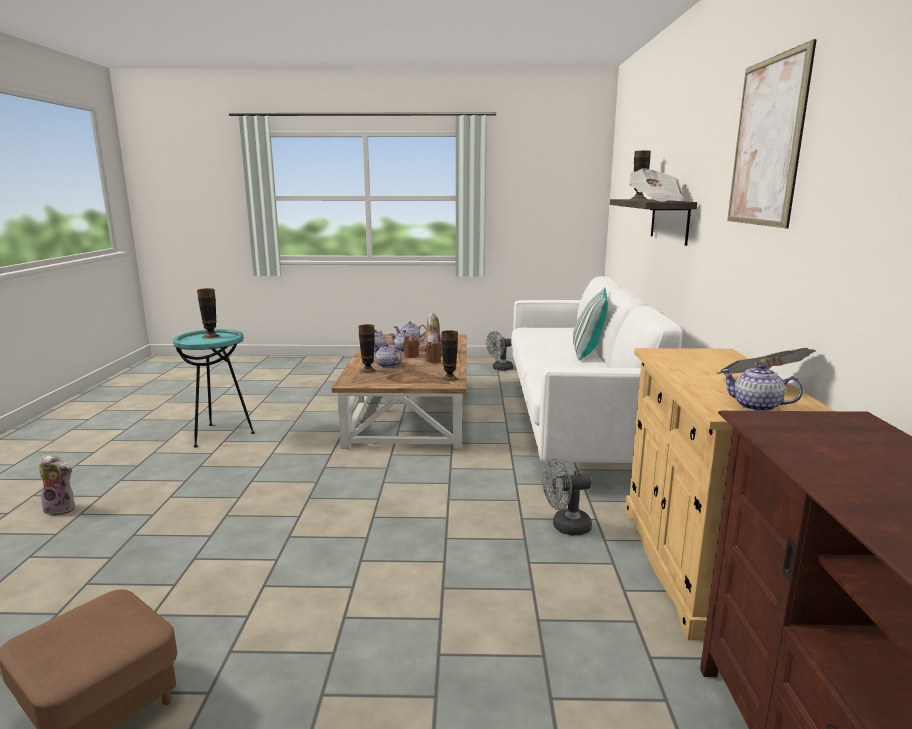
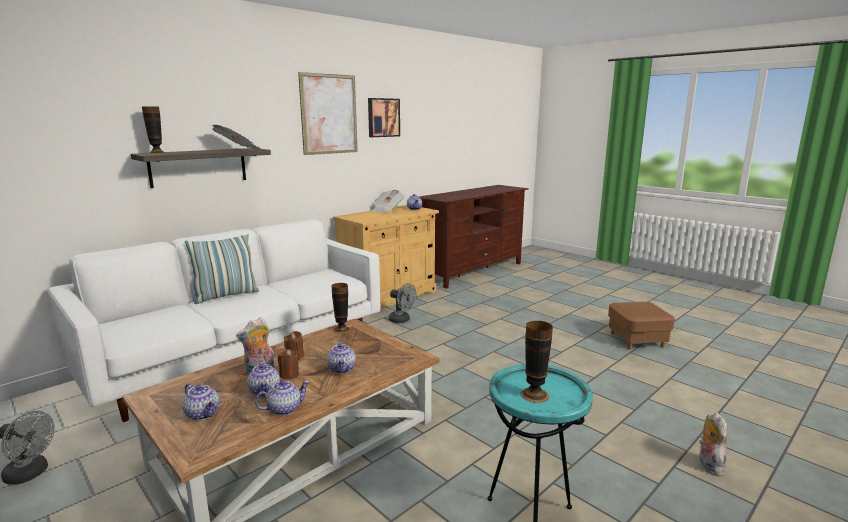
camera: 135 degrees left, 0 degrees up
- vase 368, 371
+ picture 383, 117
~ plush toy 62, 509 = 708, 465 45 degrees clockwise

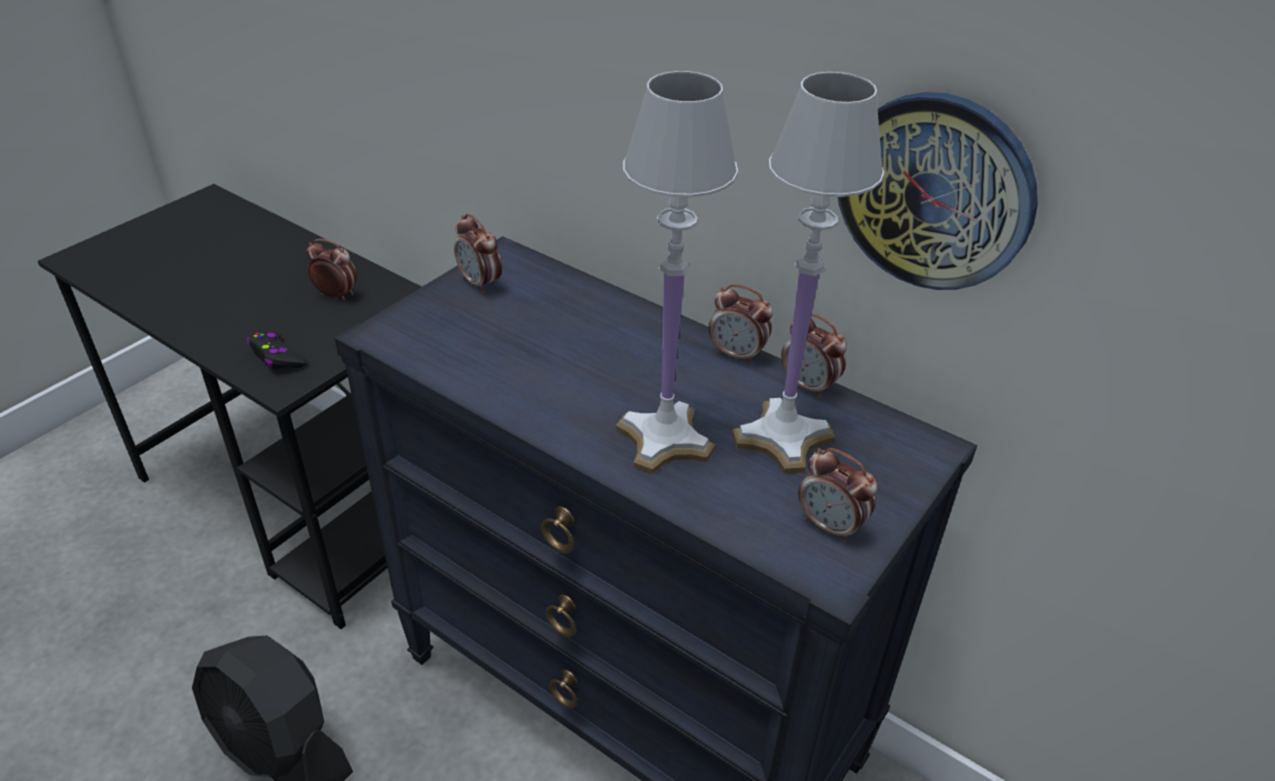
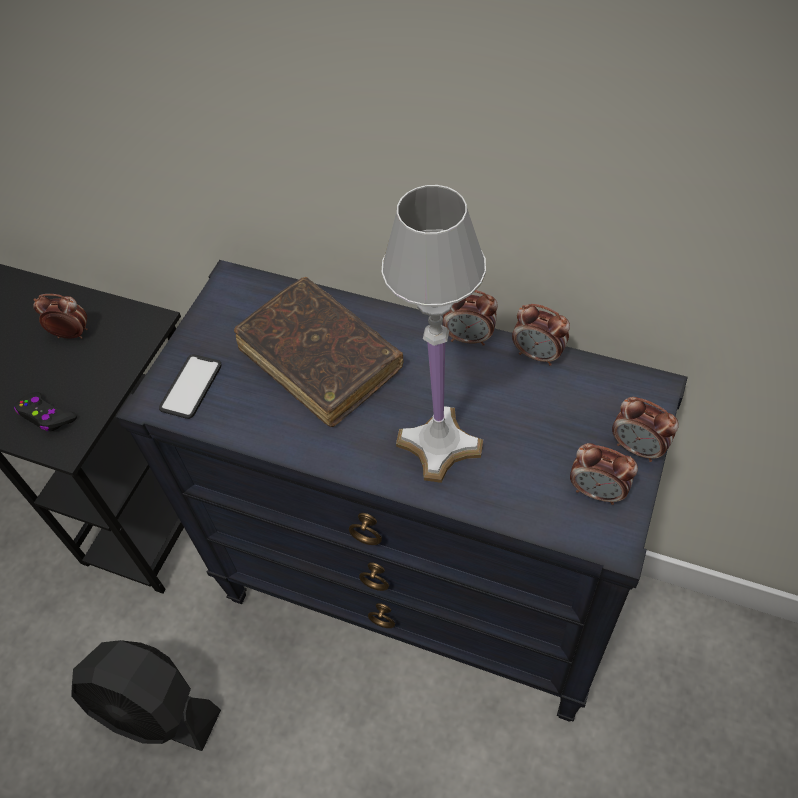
camera: 10 degrees left, 15 degrees up
- white table lamp 784, 438
- wall clock 934, 192
+ phone 191, 387
+ brown book 320, 360
~ alarm clock 480, 283 to 638, 448

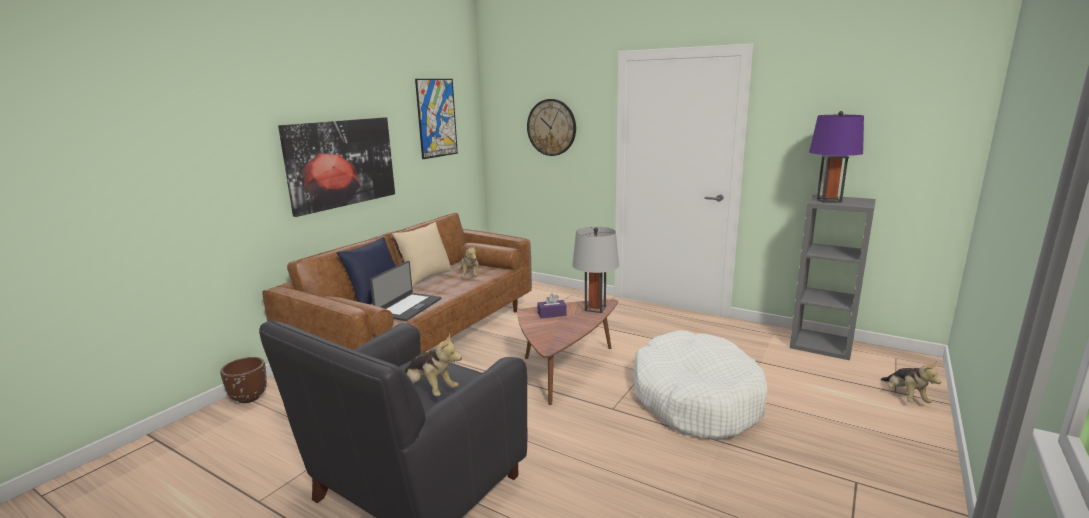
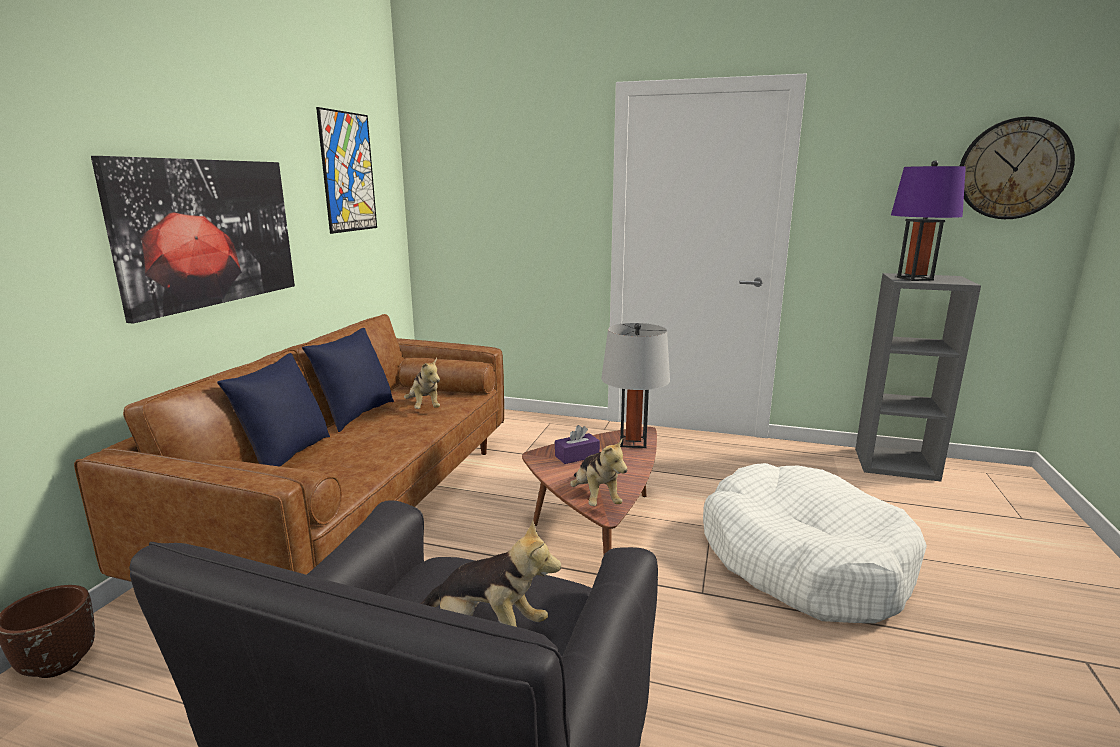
camera: 15 degrees left, 0 degrees up
- laptop 408, 307
~ wall clock 551, 127 to 1013, 169
~ plush toy 905, 397 to 596, 498
~ beige pillow 425, 278 to blue pillow 355, 415

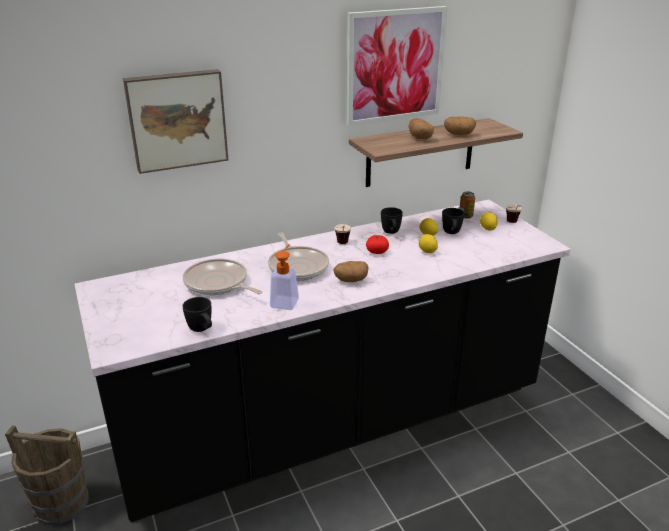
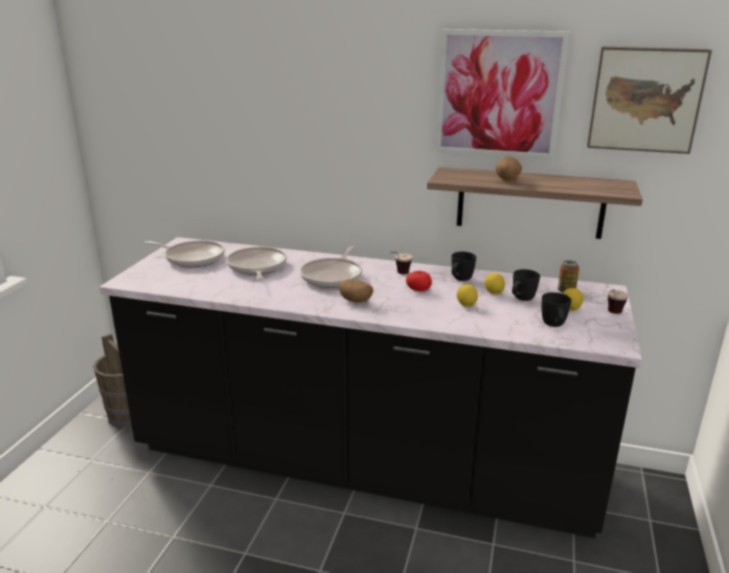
camera: 40 degrees right, 5 degrees down
- soap dispenser 286, 300
- potato 458, 134
+ frying pan 192, 258
~ picture 177, 120 to 645, 99
~ black mug 202, 330 to 554, 326

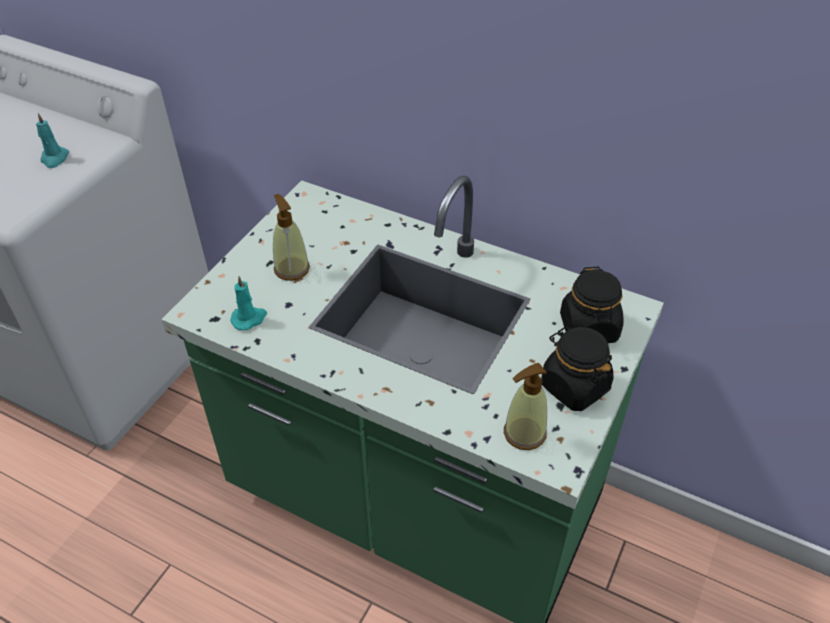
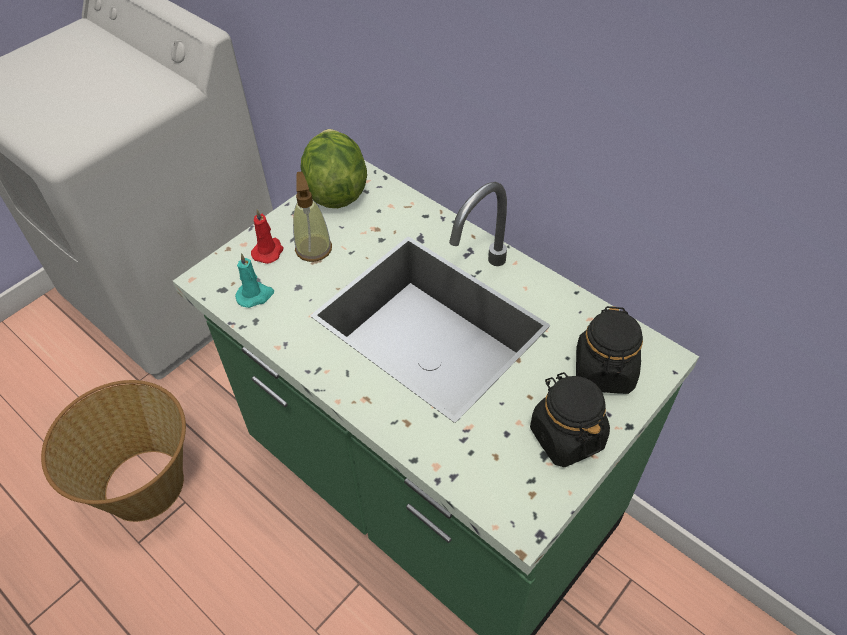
camera: 15 degrees right, 5 degrees up
- turquoise candle 54, 158
- soap dispenser 524, 433
+ basket 144, 483
+ red candle 268, 251
+ lettuce 336, 190

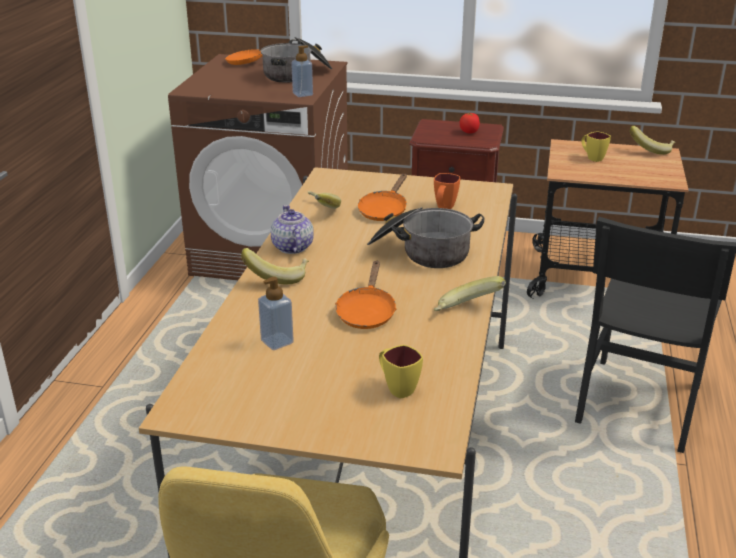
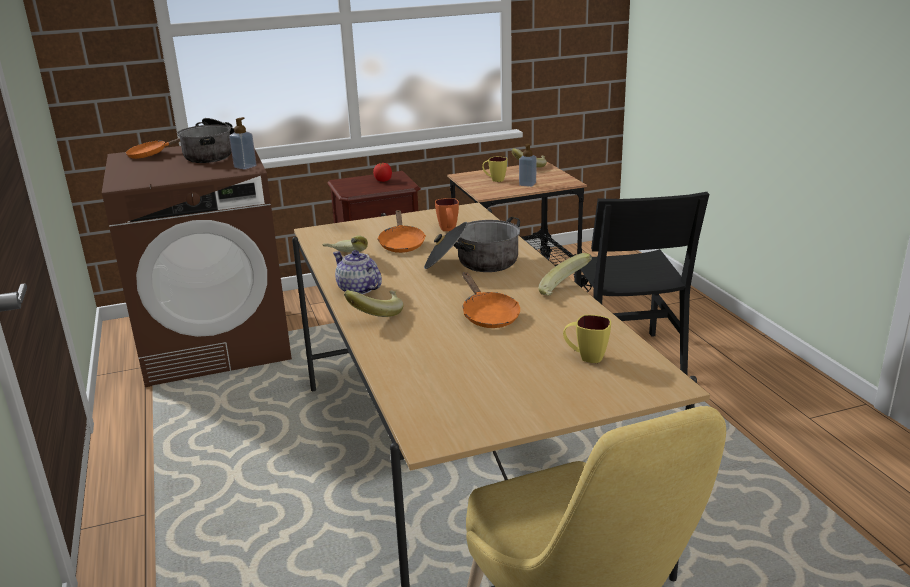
camera: 30 degrees left, 5 degrees down
~ soap dispenser 277, 341 to 527, 184

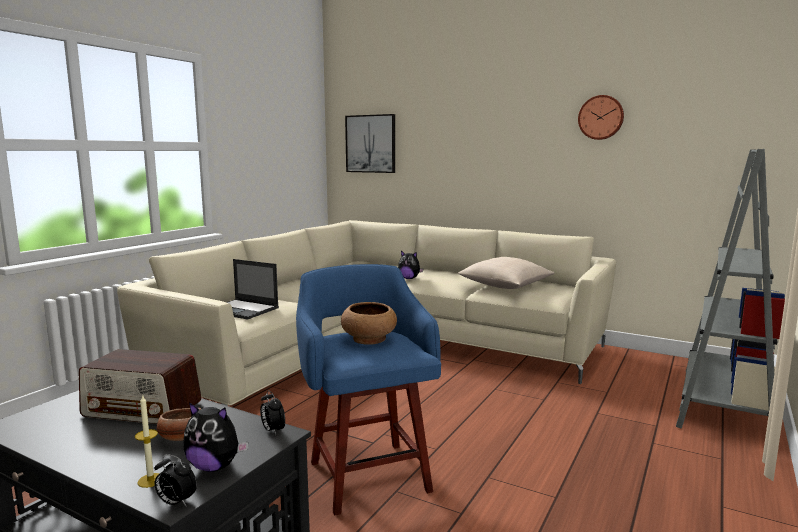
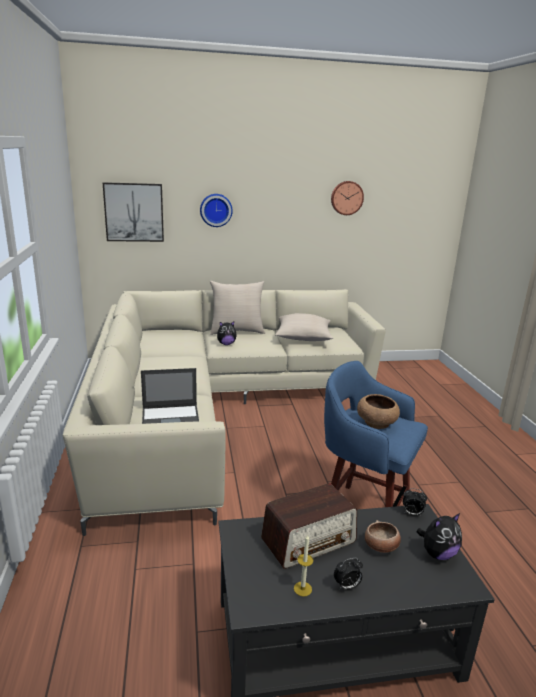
camera: 40 degrees left, 10 degrees up
- grey bookcase 724, 404
+ wall clock 216, 210
+ beige pillow 237, 331
~ candle 150, 480 to 302, 589
~ alarm clock 176, 502 to 347, 586

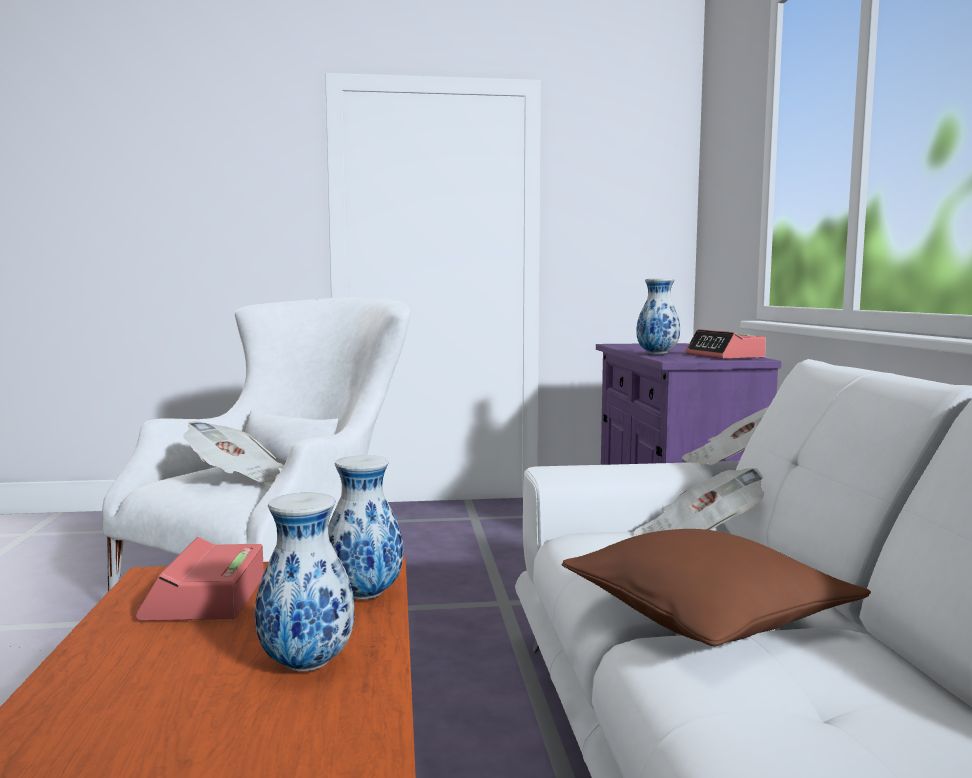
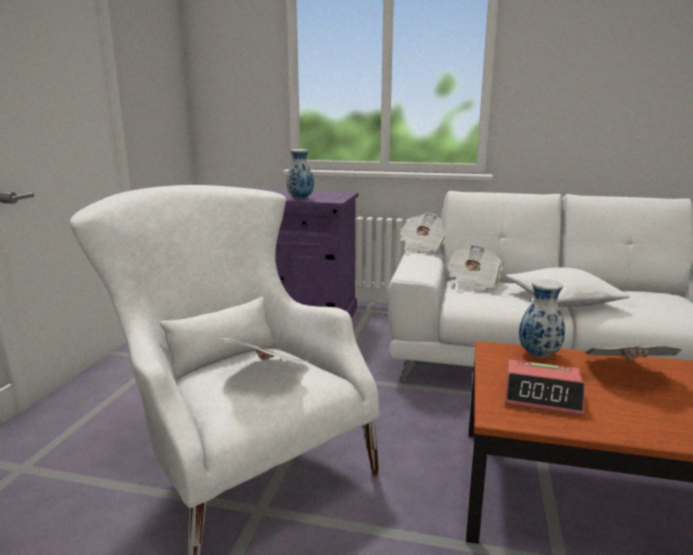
camera: 70 degrees left, 10 degrees up
- alarm clock 725, 356
~ vase 308, 663 to newspaper 626, 373
~ brown pillow 705, 615 to white pillow 562, 300

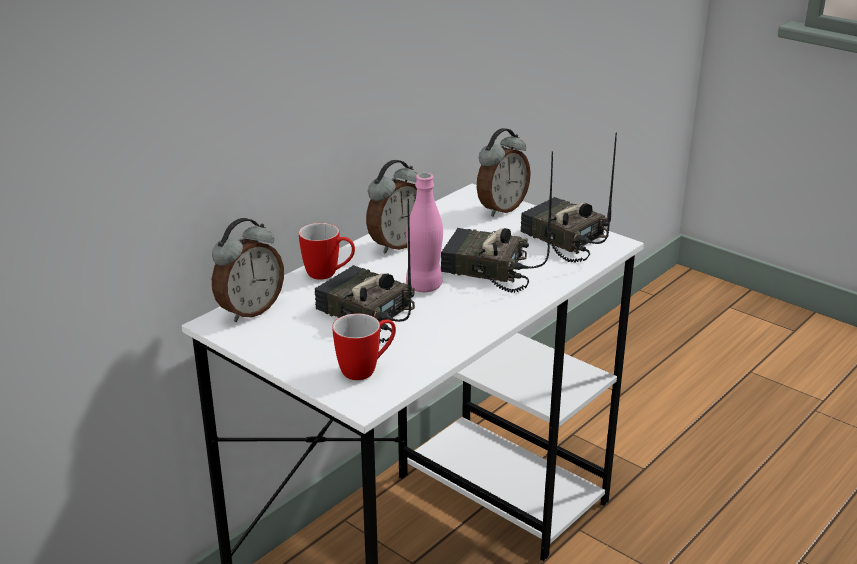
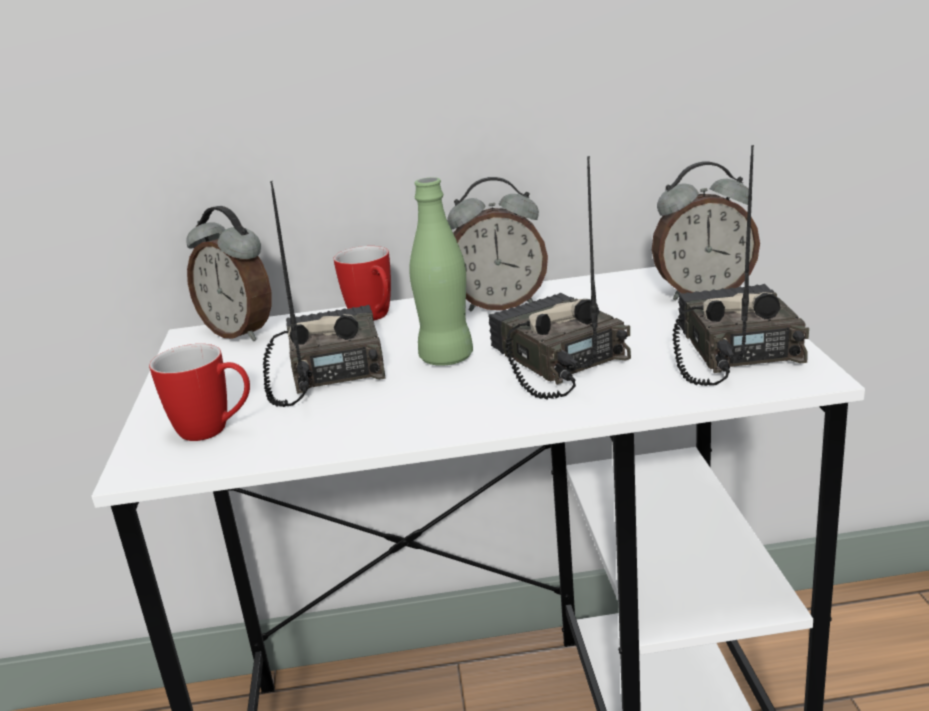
camera: 45 degrees right, 5 degrees down
~ pink bottle 424, 286 to green bottle 446, 358
~ alarm clock 249, 310 = 241, 332 45 degrees clockwise

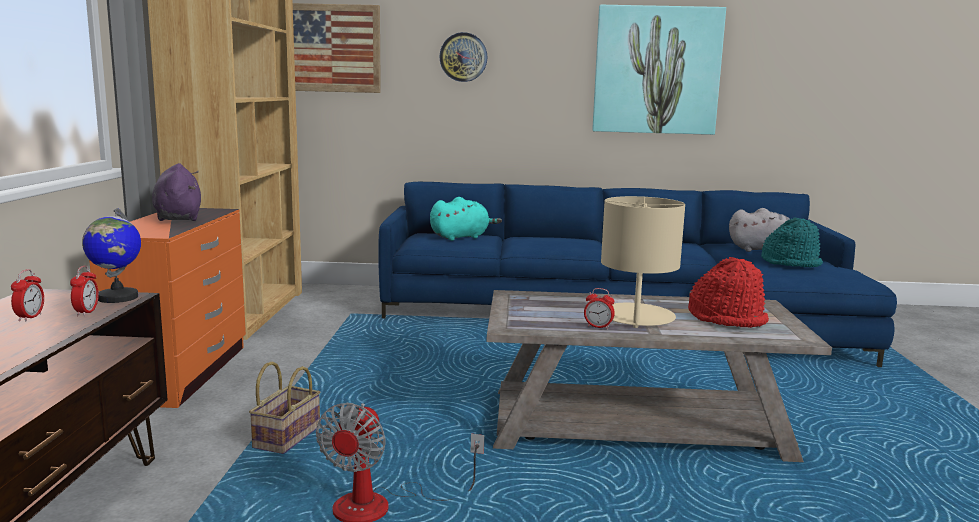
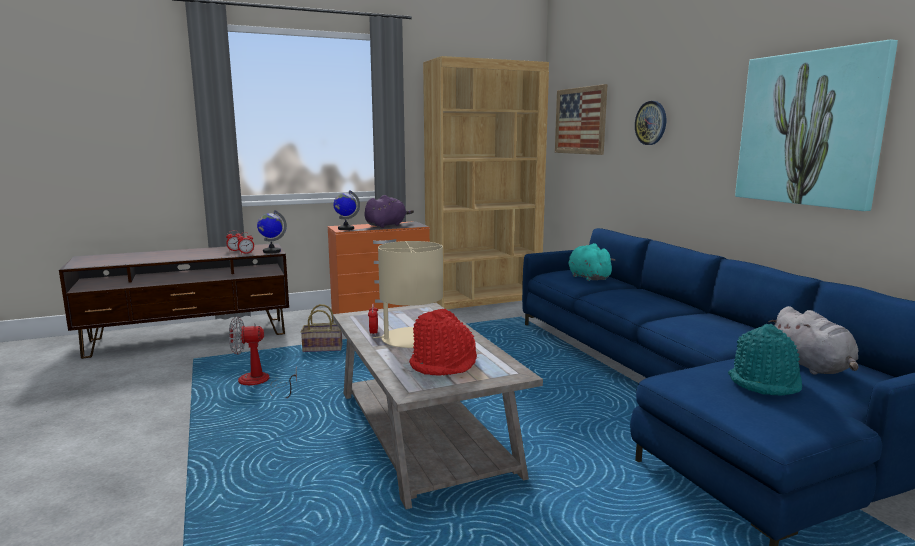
camera: 65 degrees right, 0 degrees up
+ globe 345, 229
~ turquoise plush toy 461, 237 = 587, 277 150 degrees counterclockwise

